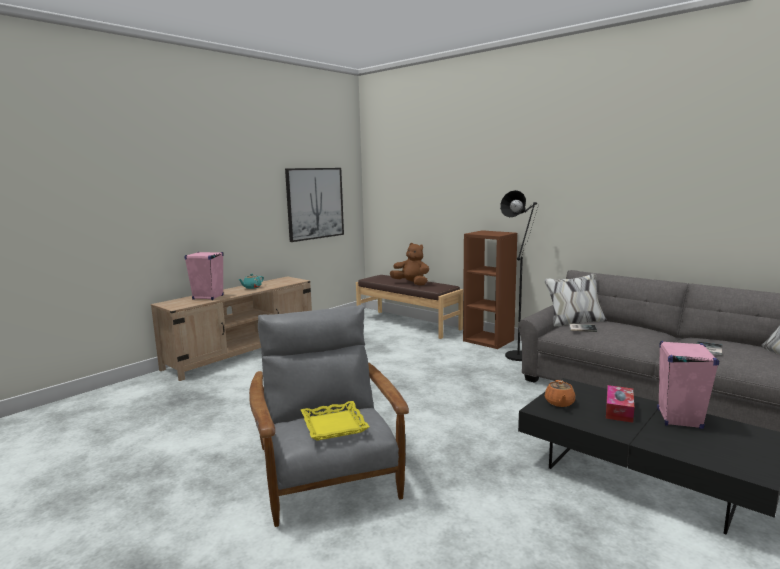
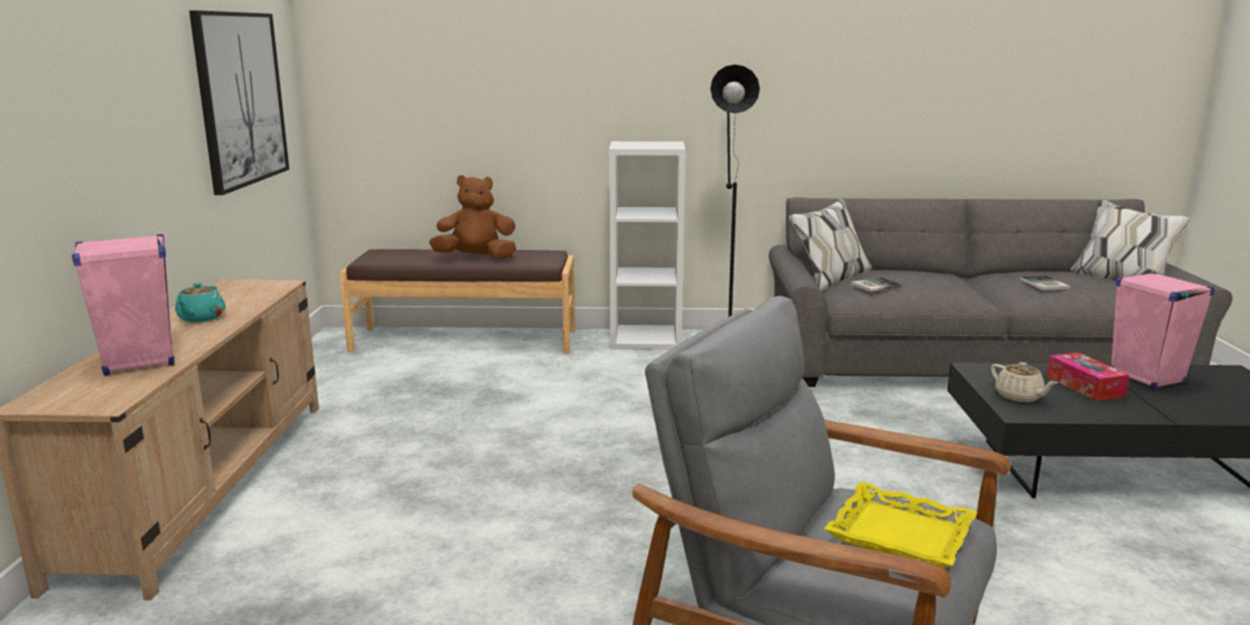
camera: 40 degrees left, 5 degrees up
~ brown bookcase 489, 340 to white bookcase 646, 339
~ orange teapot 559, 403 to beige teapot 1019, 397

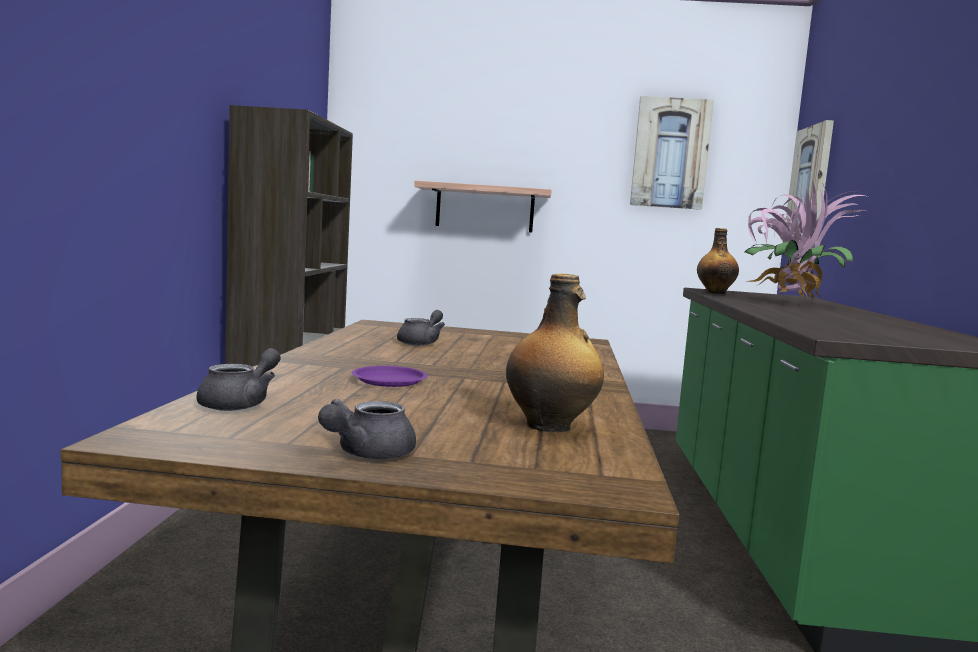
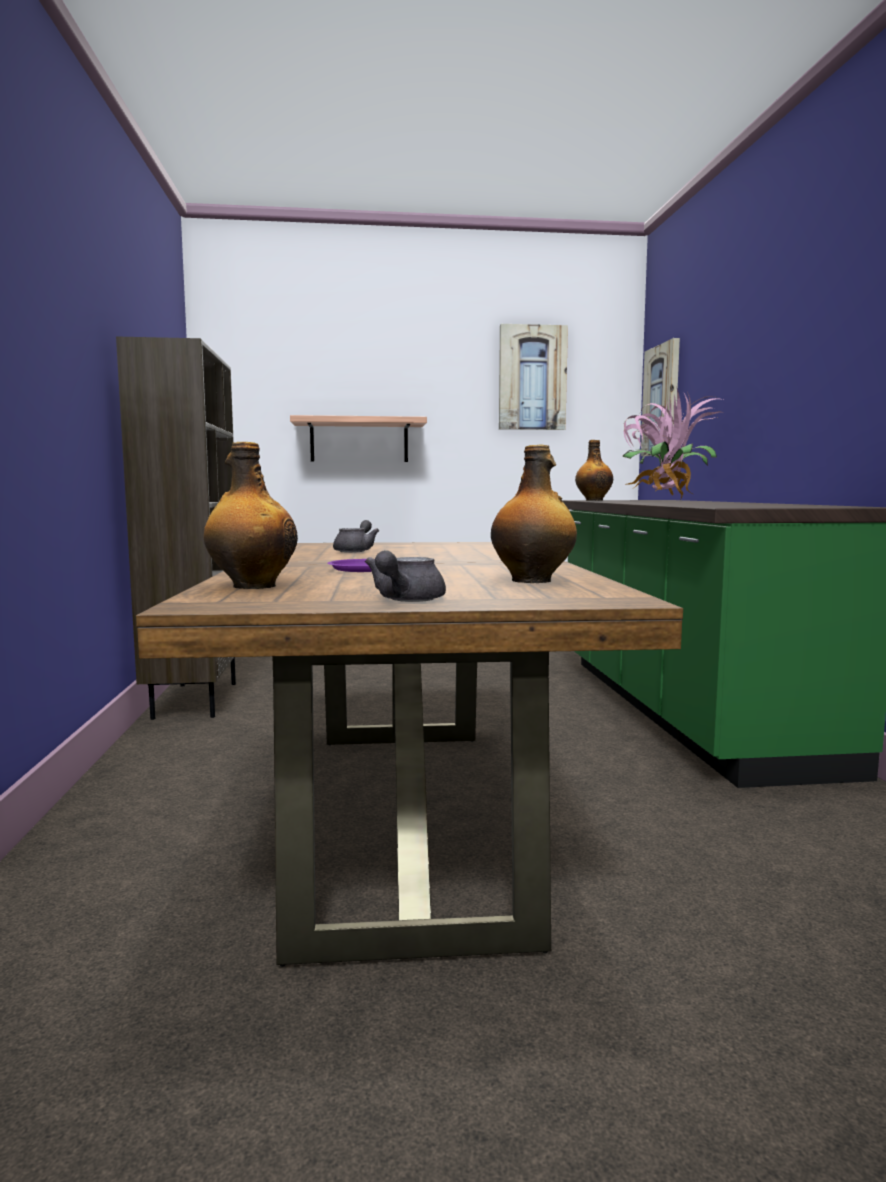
camera: 10 degrees left, 0 degrees up
~ grey teapot 240, 403 to bottle 252, 586

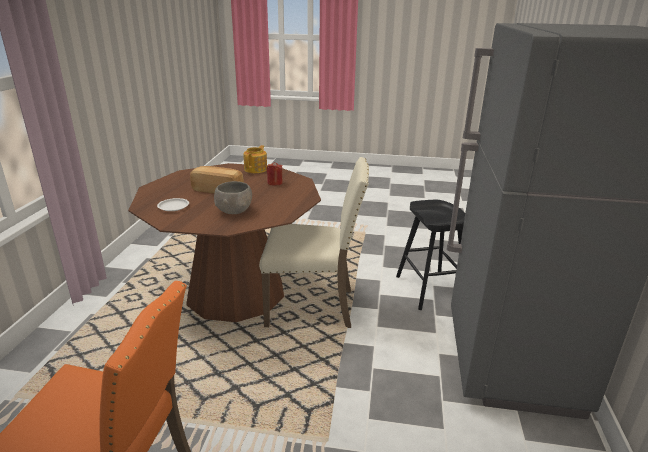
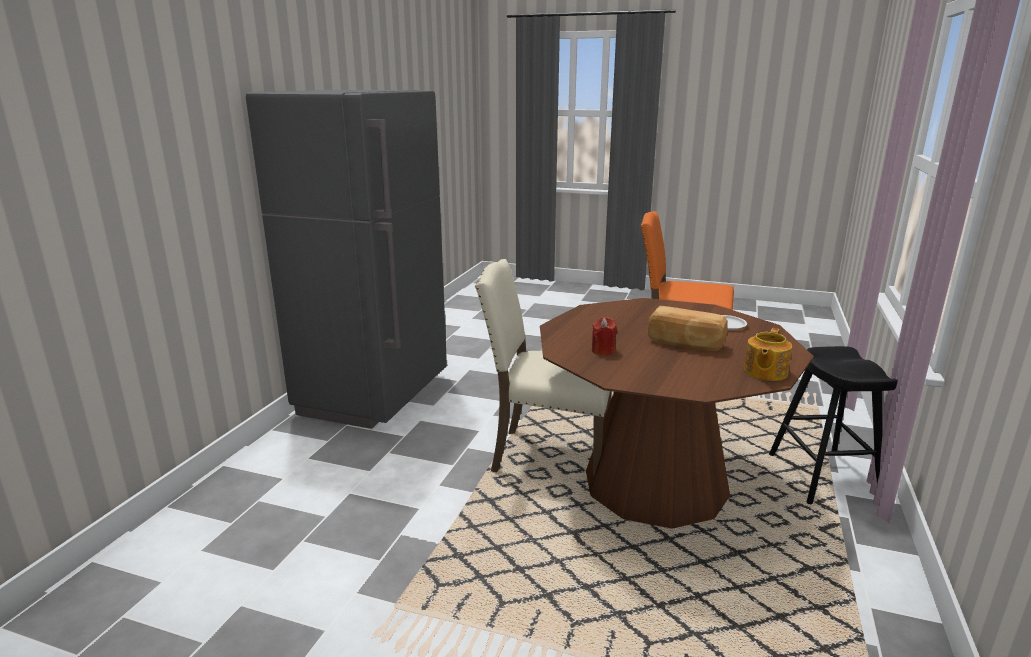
camera: 170 degrees left, 5 degrees down
- grey bowl 234, 211
~ teapot 256, 169 to 764, 372
~ black stool 430, 289 to 822, 477

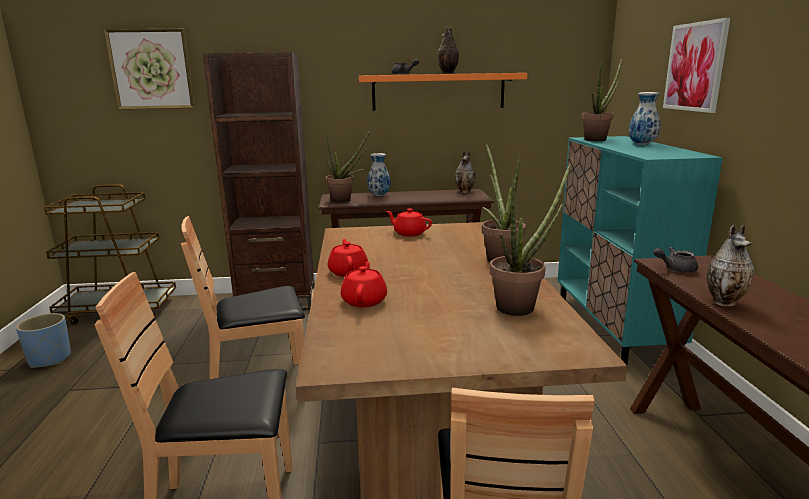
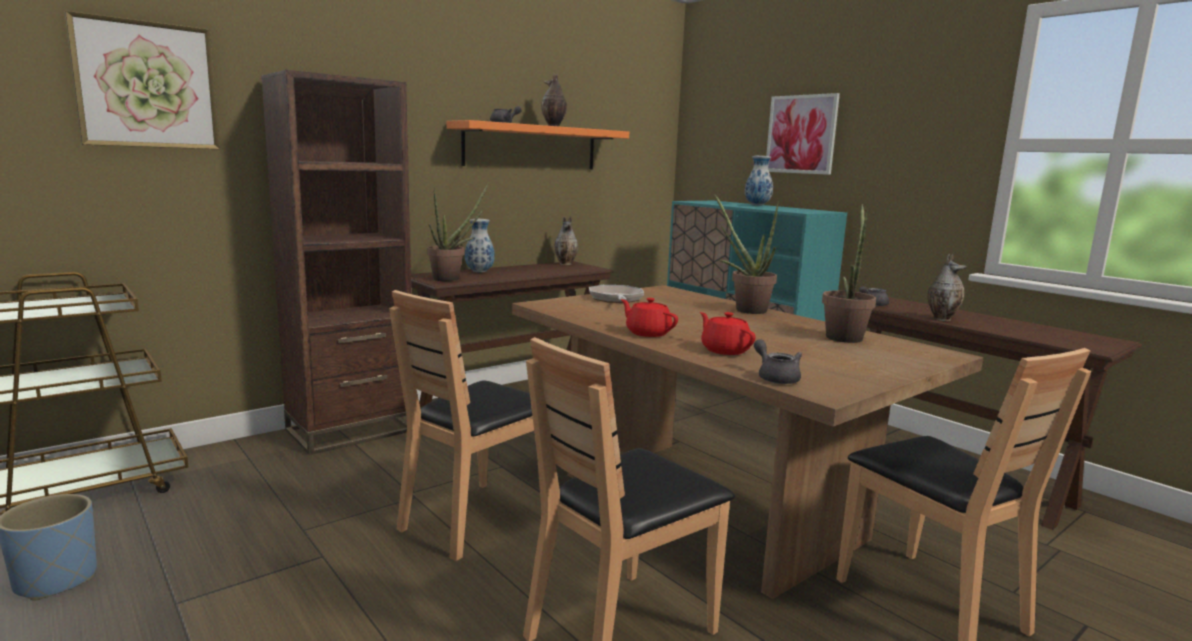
camera: 35 degrees left, 5 degrees down
- potted plant 597, 139
+ grey teapot 775, 377
~ red teapot 409, 233 to frying pan 616, 299

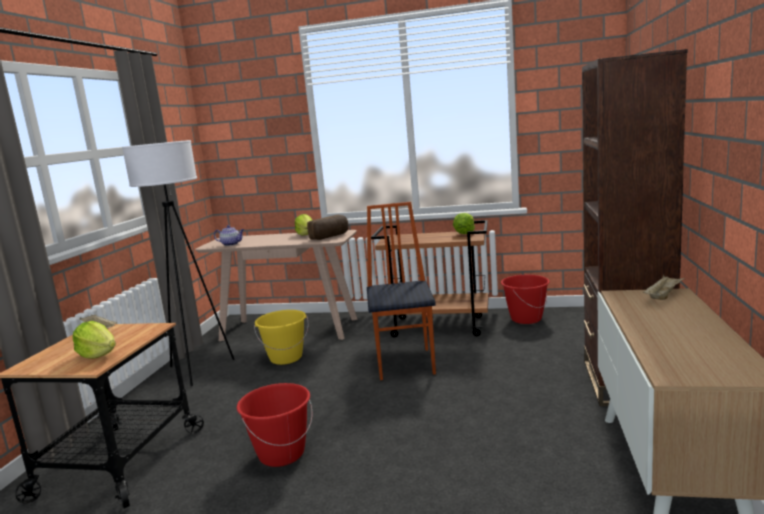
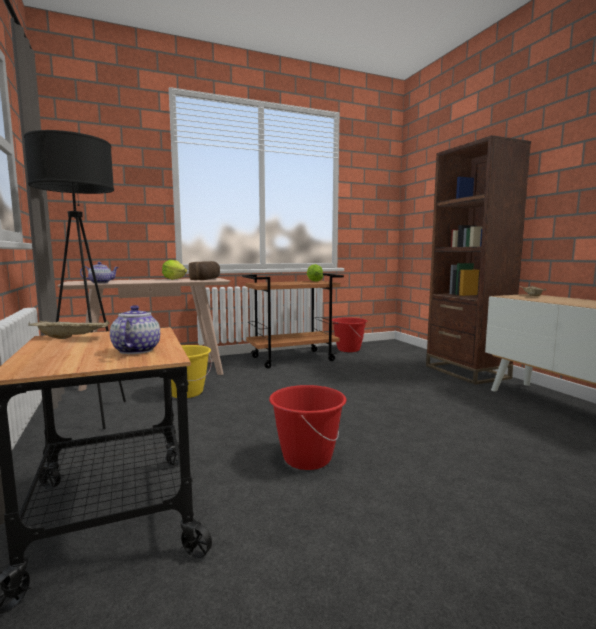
camera: 35 degrees left, 5 degrees down
- chair 406, 363
~ lettuce 98, 355 to teapot 136, 350
~ white floor lamp 198, 370 to black floor lamp 91, 415

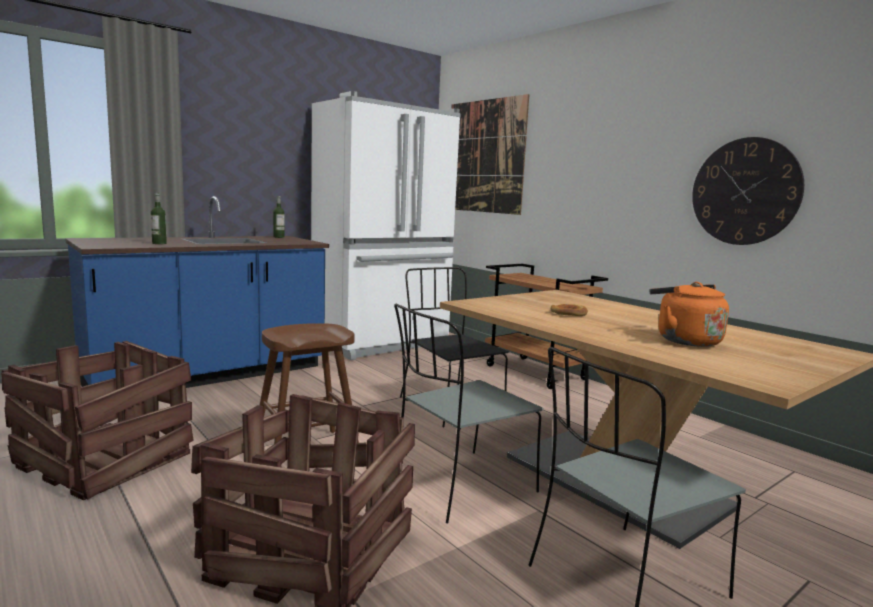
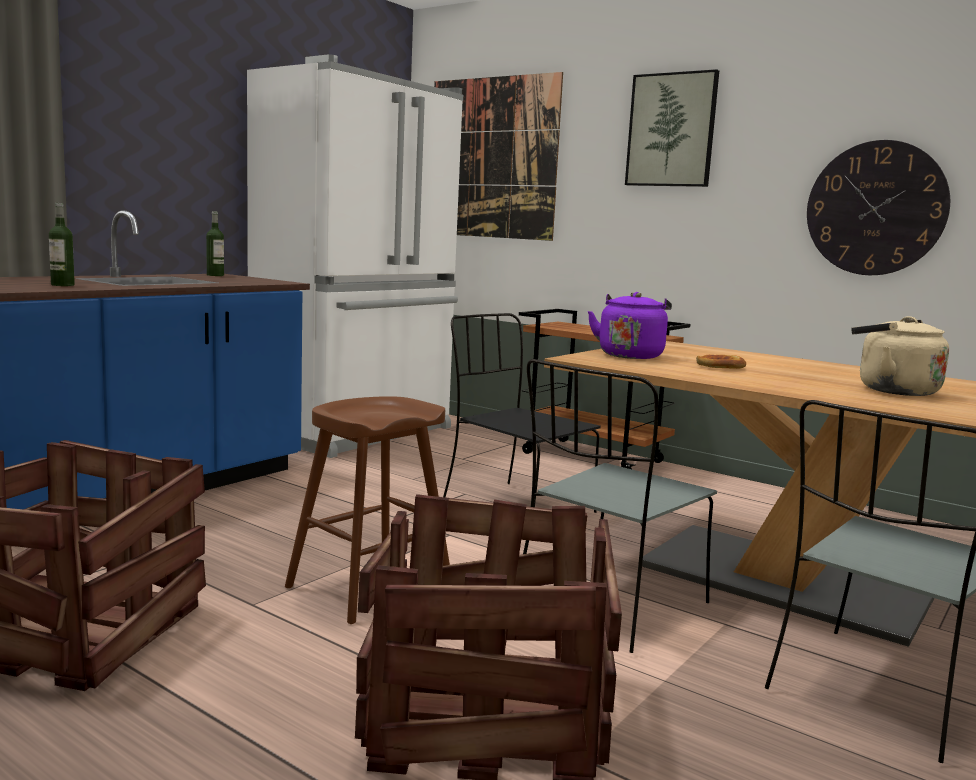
camera: 15 degrees left, 0 degrees up
+ purple kettle 630, 355
+ picture 671, 130
~ orange kettle 684, 340 to beige kettle 892, 390

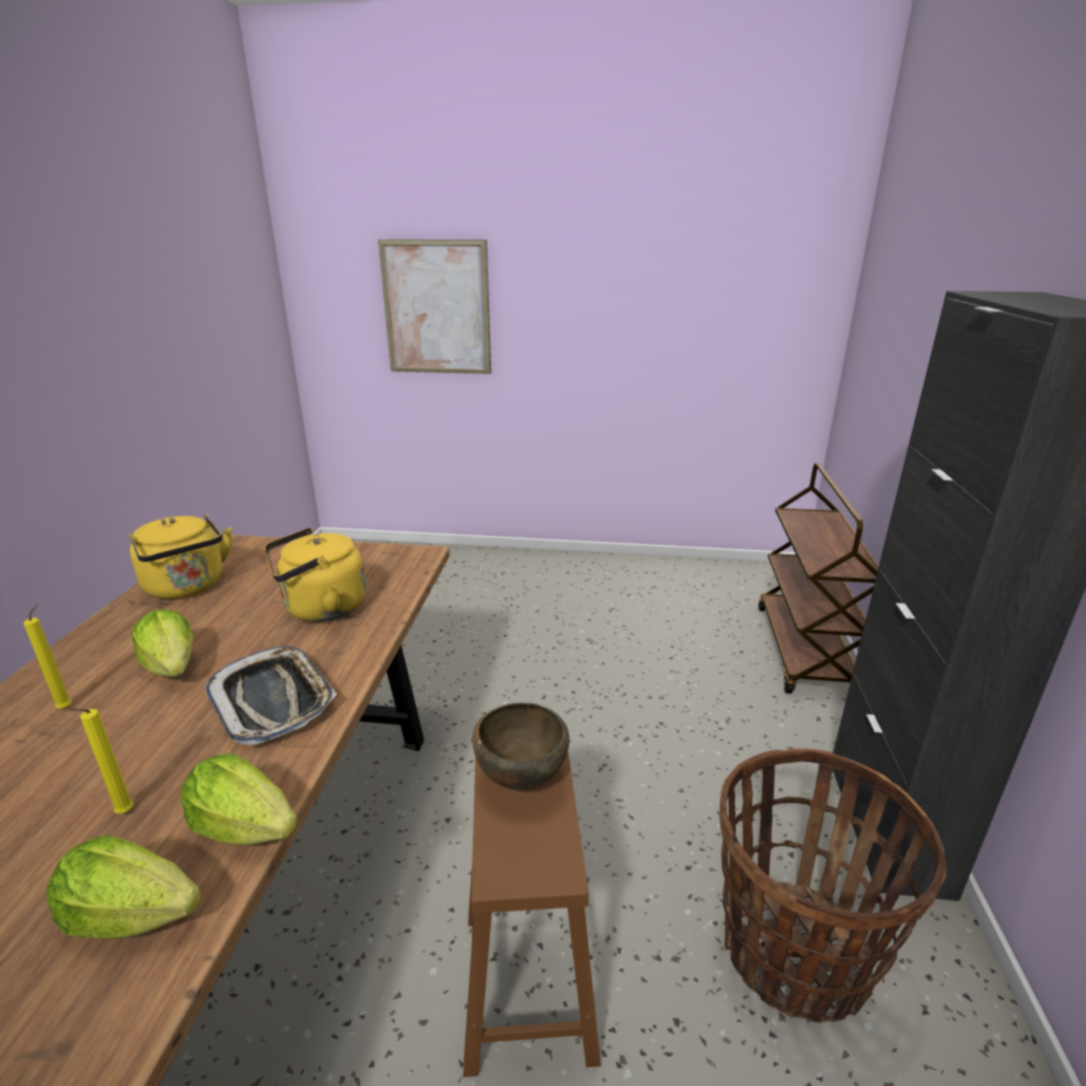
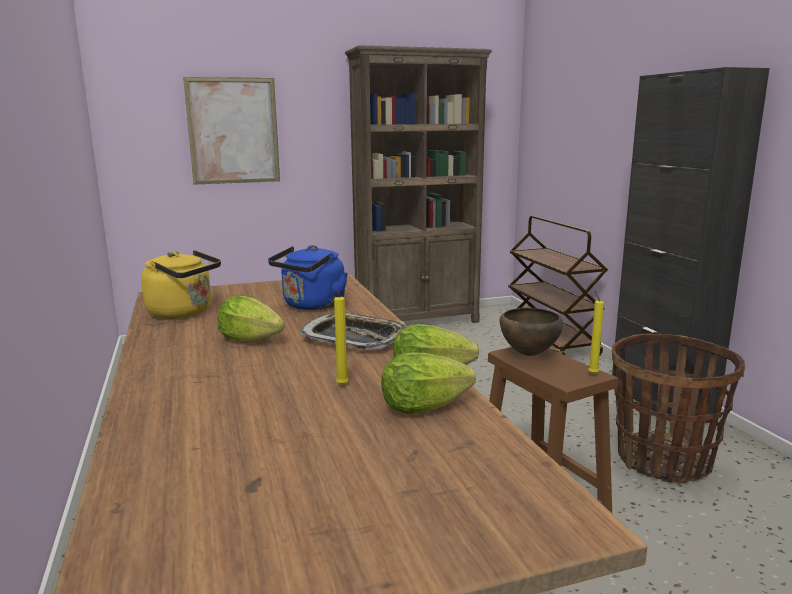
camera: 25 degrees left, 10 degrees down
+ brown bookcase 418, 321
~ yellow candle 67, 707 to 592, 373
~ yellow kettle 320, 609 to blue kettle 311, 306

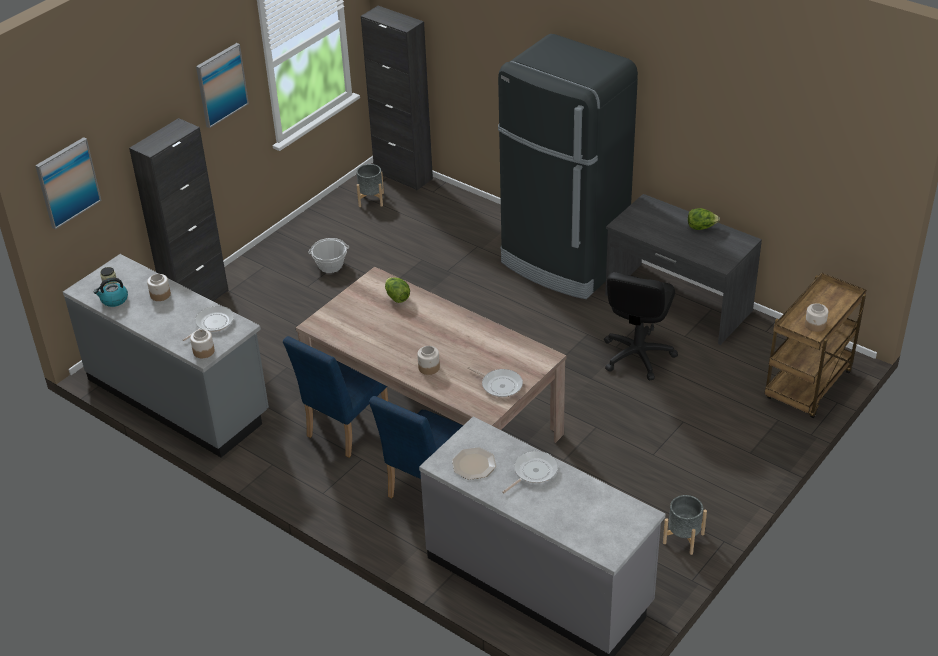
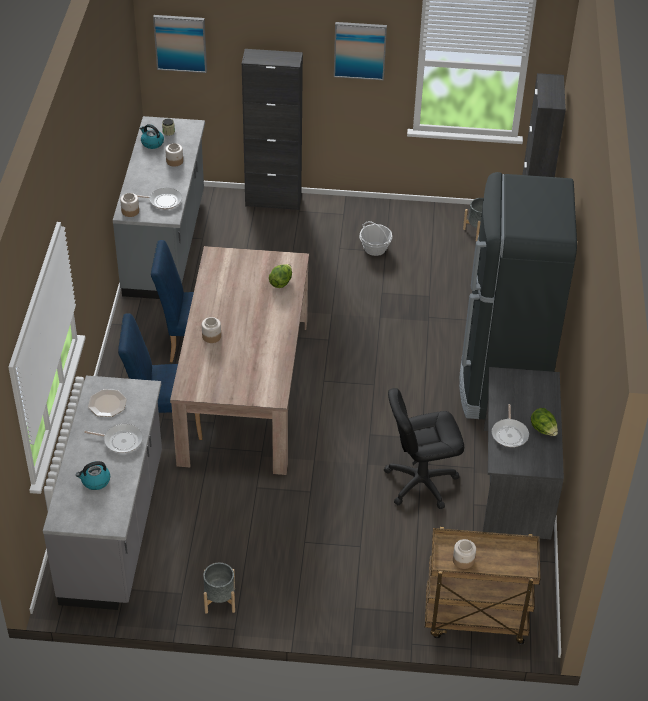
camera: 55 degrees right, 5 degrees up
+ kettle 95, 481
~ frying pan 500, 385 to 510, 433

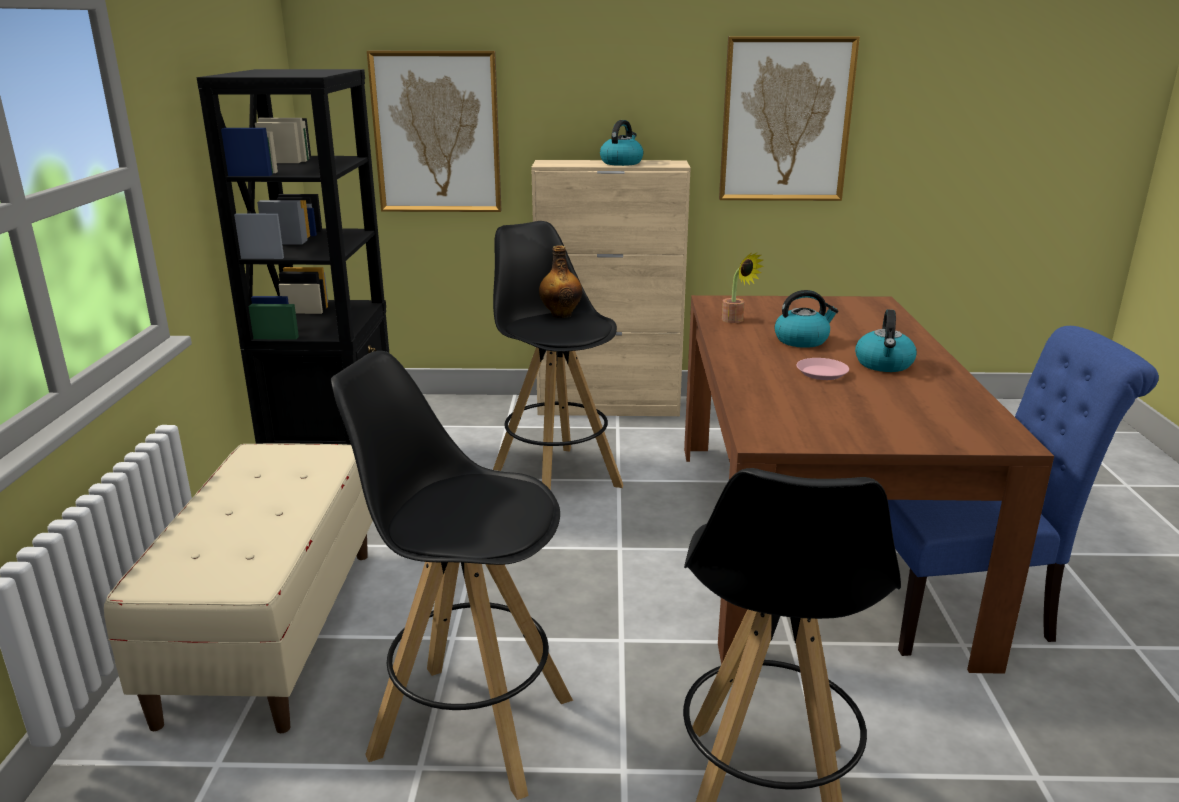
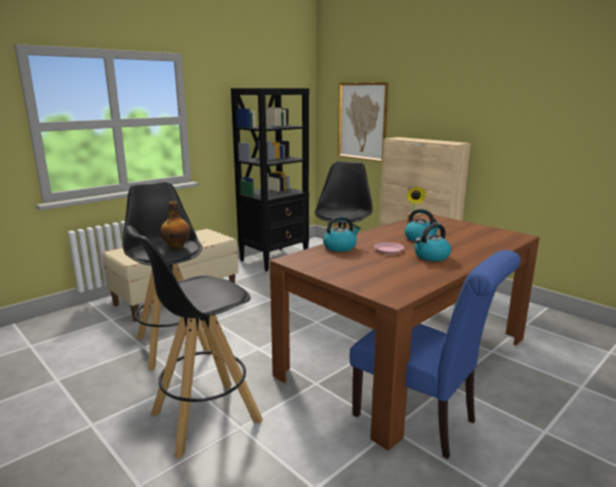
camera: 45 degrees right, 5 degrees down
- picture 785, 120
~ bottle 561, 314 to 177, 247
~ kettle 621, 163 to 340, 247

